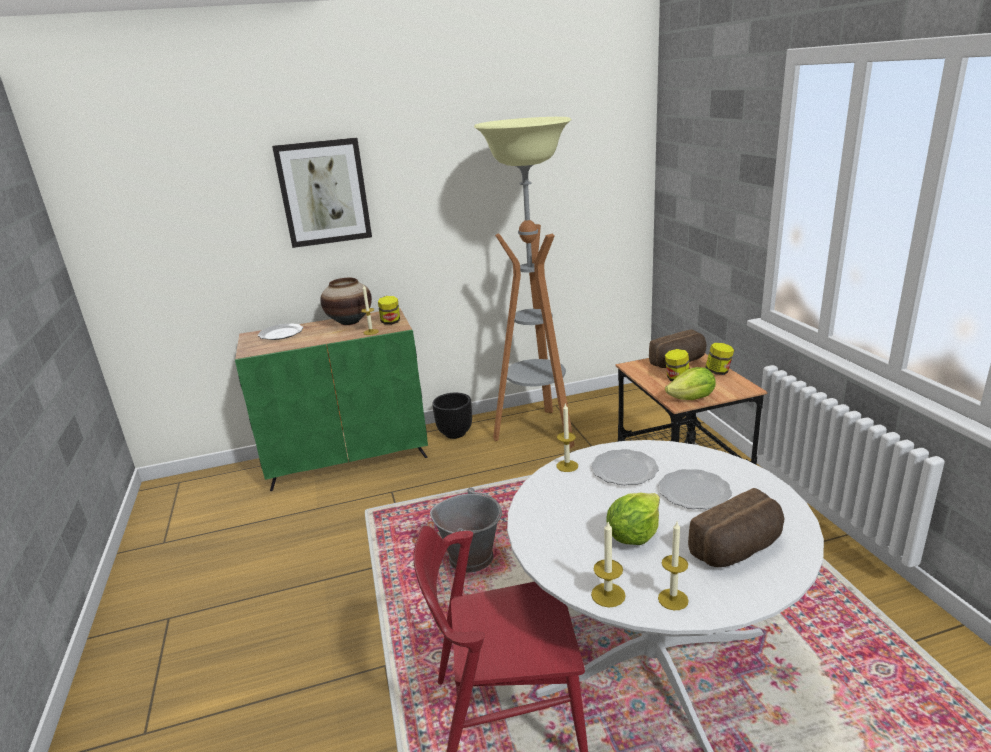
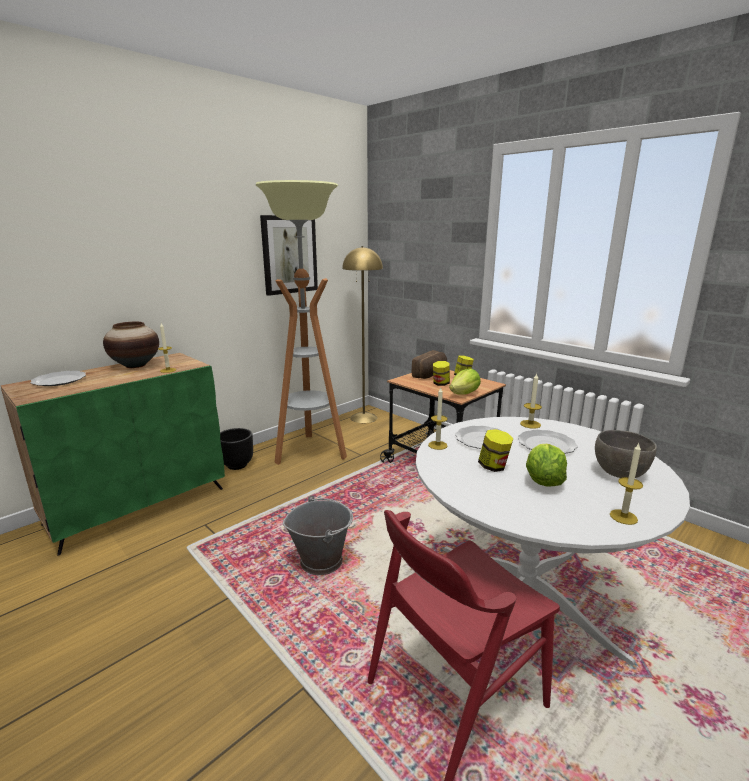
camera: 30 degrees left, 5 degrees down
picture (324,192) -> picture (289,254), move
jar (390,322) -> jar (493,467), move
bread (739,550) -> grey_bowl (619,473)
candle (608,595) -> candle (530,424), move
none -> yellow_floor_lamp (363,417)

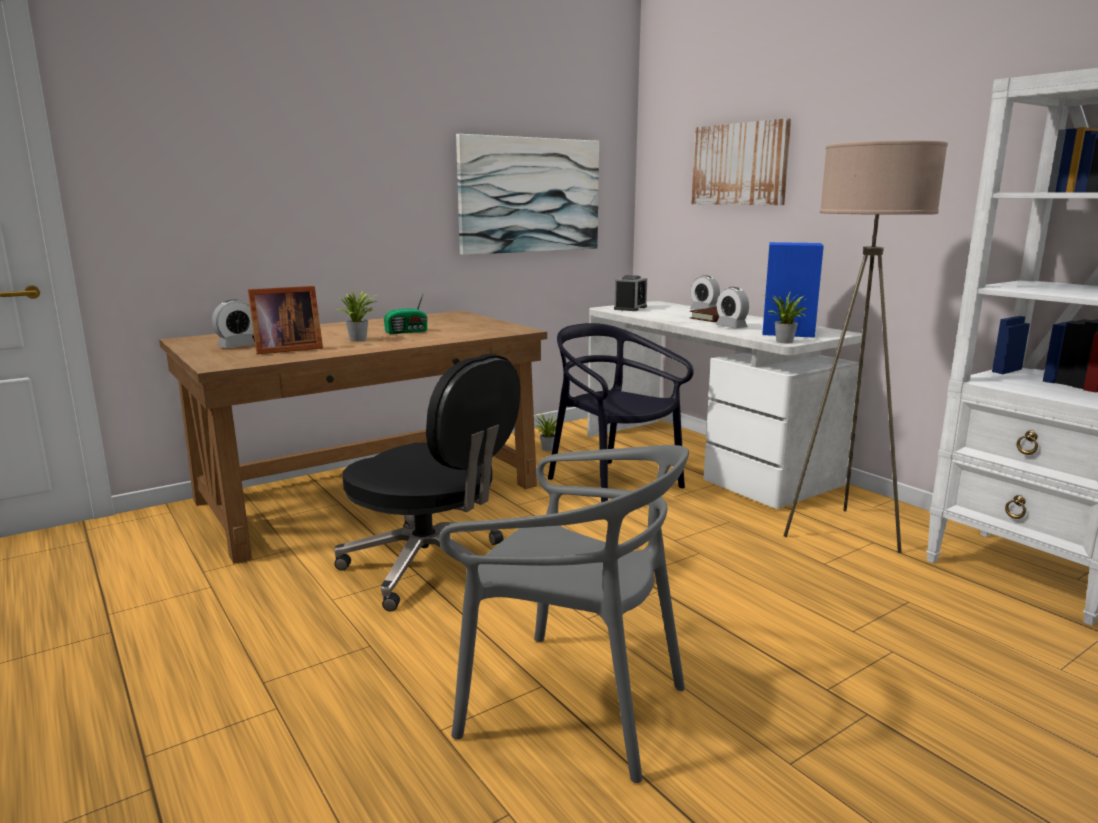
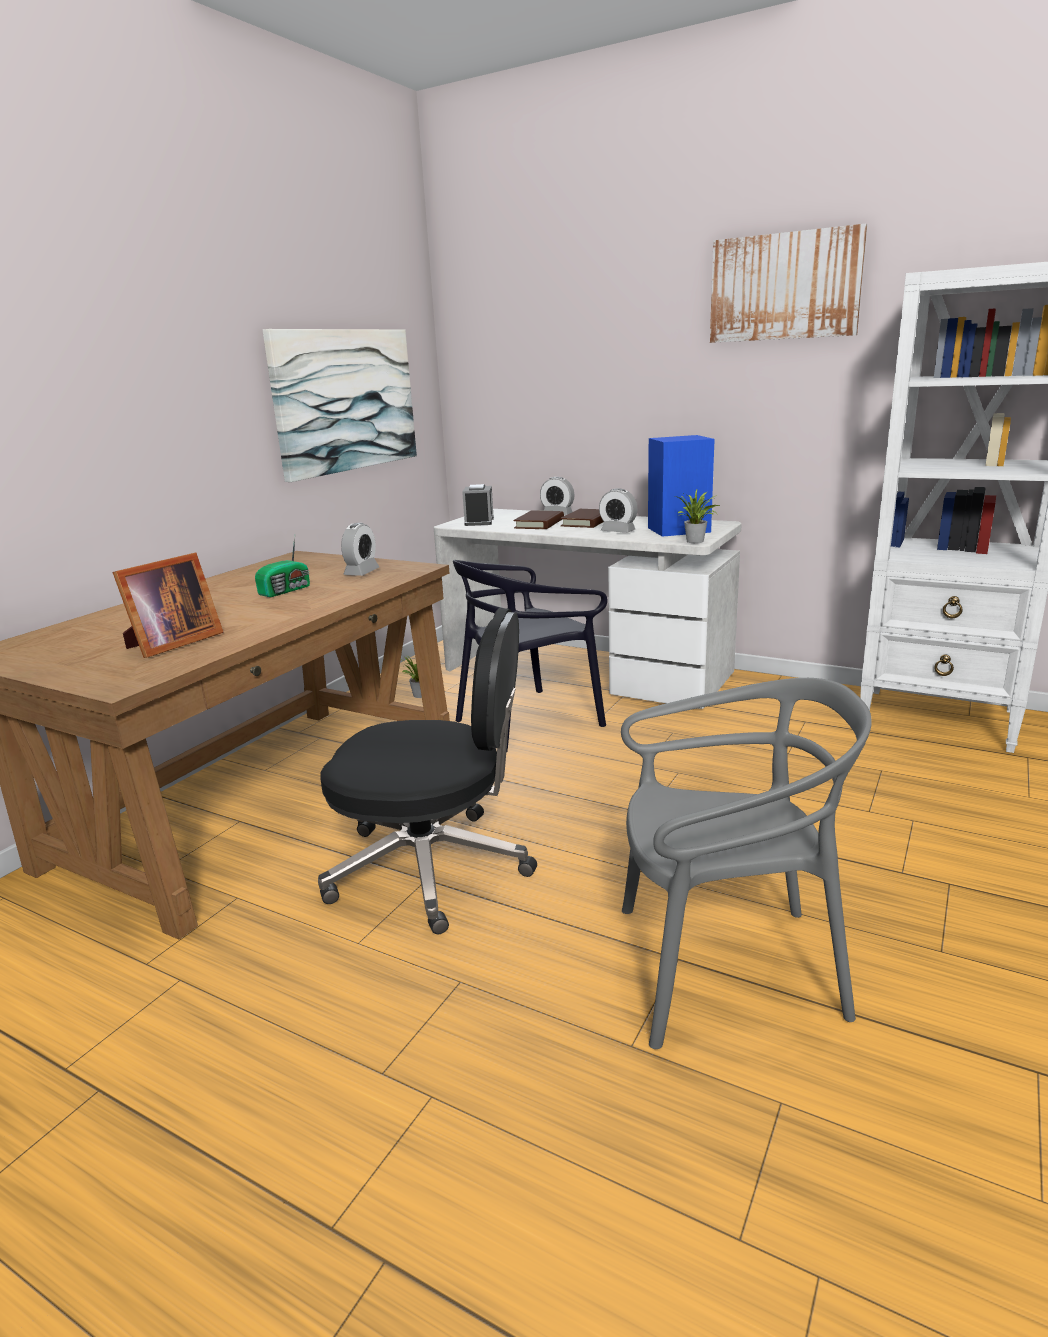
camera: 25 degrees left, 5 degrees up
picture (740,164) -> picture (784,287), move
beige_floor_lamp (841,532) -> none
potted_plant (360,339) -> none
alarm_clock (238,346) -> alarm_clock (361,572), move
black_chair (613,485) -> black_chair (528,721), 60 degrees counterclockwise
none -> brown_book (539,523)

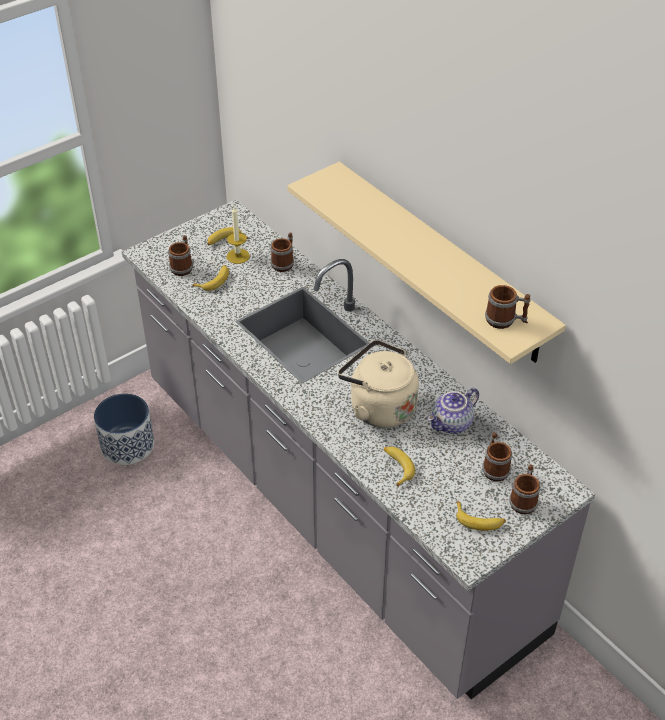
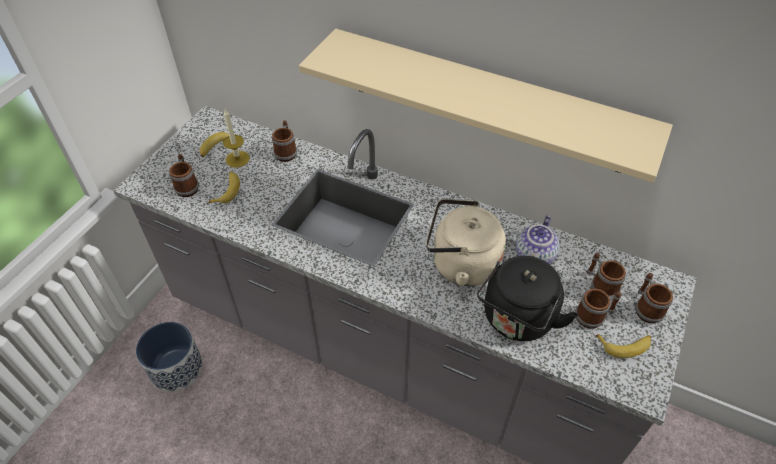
camera: 25 degrees left, 5 degrees up
mug (505,320) -> mug (594,316), move
banana (397,467) -> black_kettle (517,320)

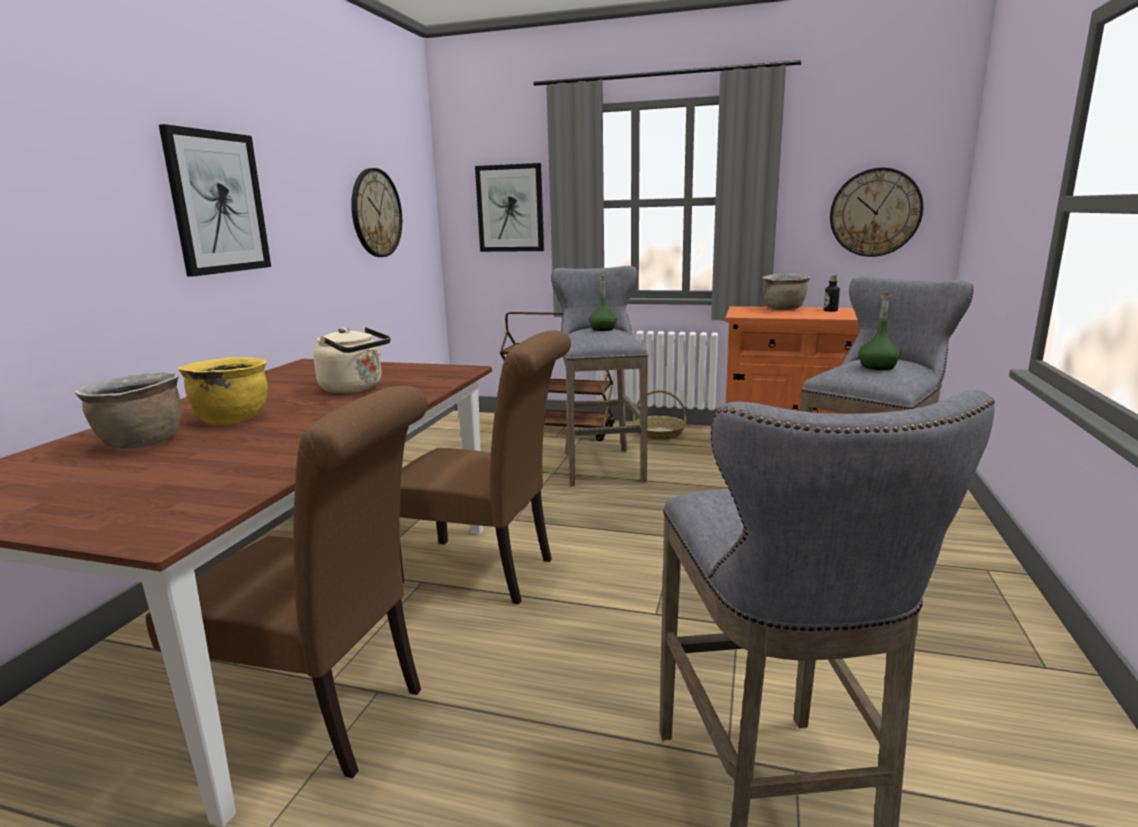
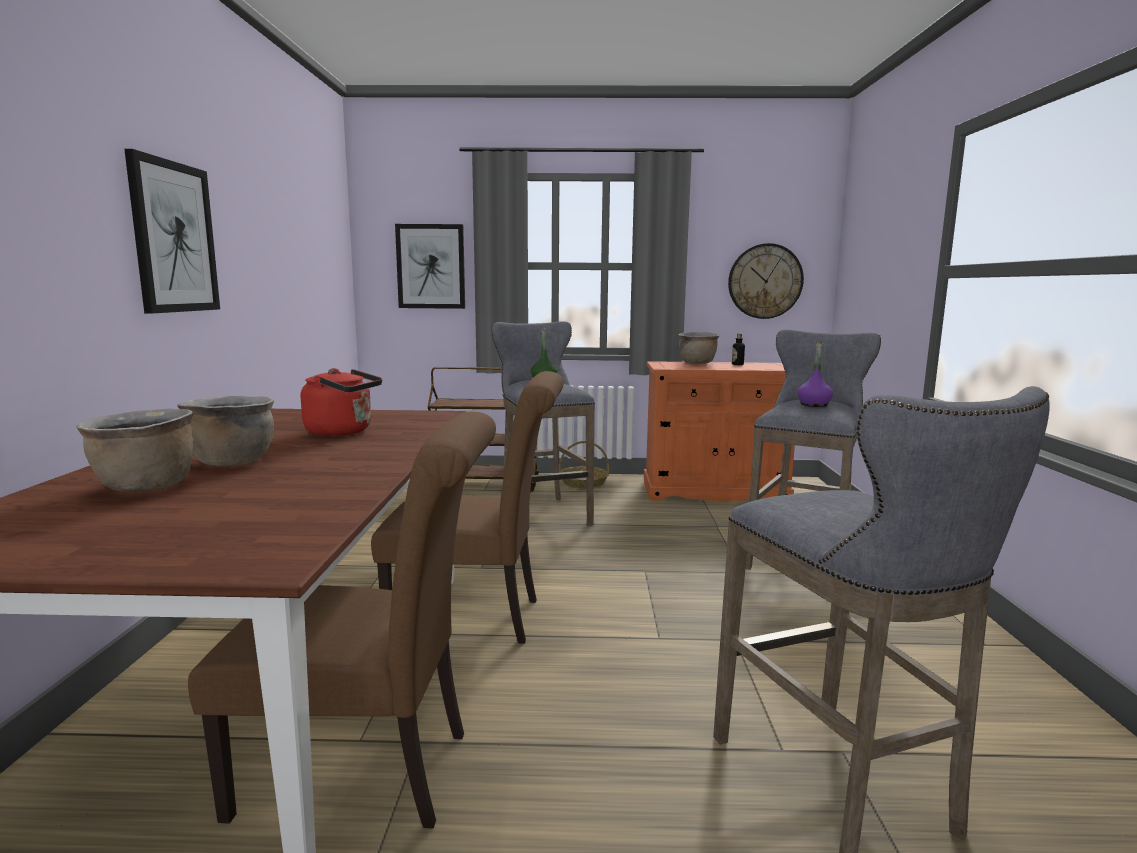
camera: 15 degrees left, 5 degrees down
wall_clock (376,213) -> none
green_bottle (877,367) -> purple_bottle (813,404)
beige_kettle (355,388) -> red_kettle (343,432)
yellow_cooking_pot (232,419) -> brown_cooking_pot (232,462)

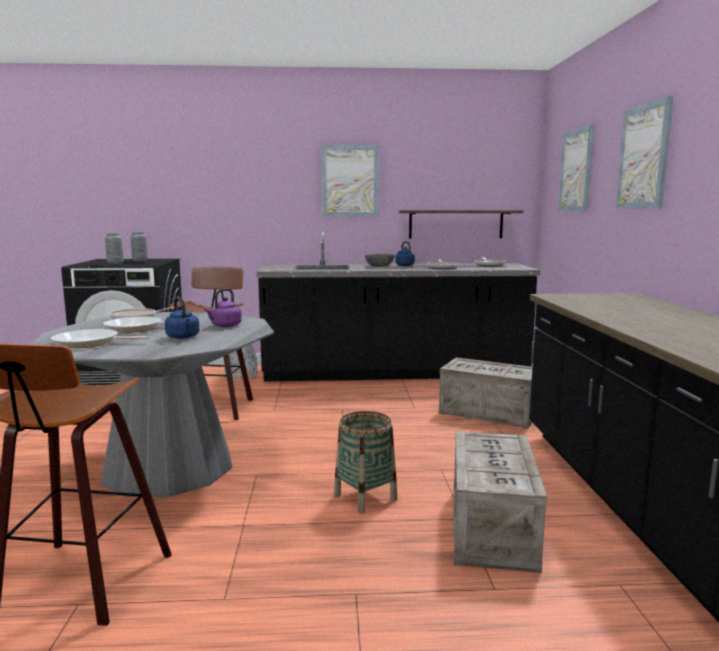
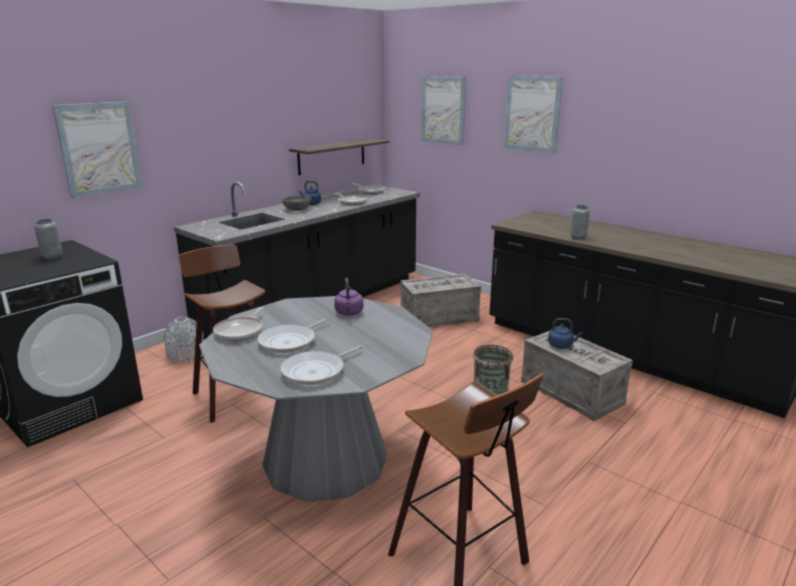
camera: 45 degrees left, 10 degrees up
picture (350,181) -> picture (99,148), move
grey_vase (115,264) -> grey_vase (578,237), move
blue_kettle (183,337) -> blue_kettle (561,345), move

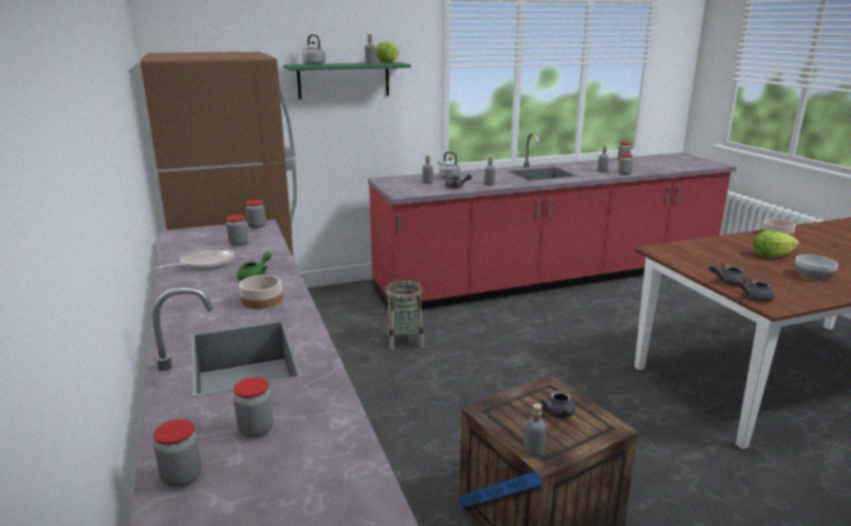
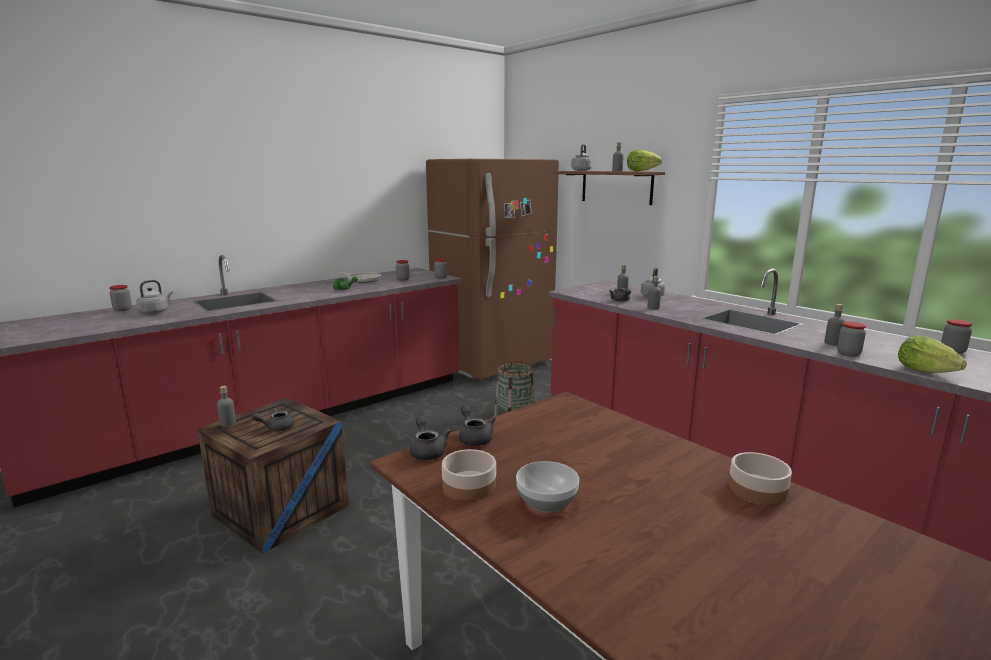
camera: 70 degrees right, 5 degrees down
green_shelf (344,80) -> brown_shelf (616,187)
lettuce (771,256) -> lettuce (925,371), move
bowl (262,300) -> bowl (469,485), move
jar (256,429) -> grey_kettle (155,312)

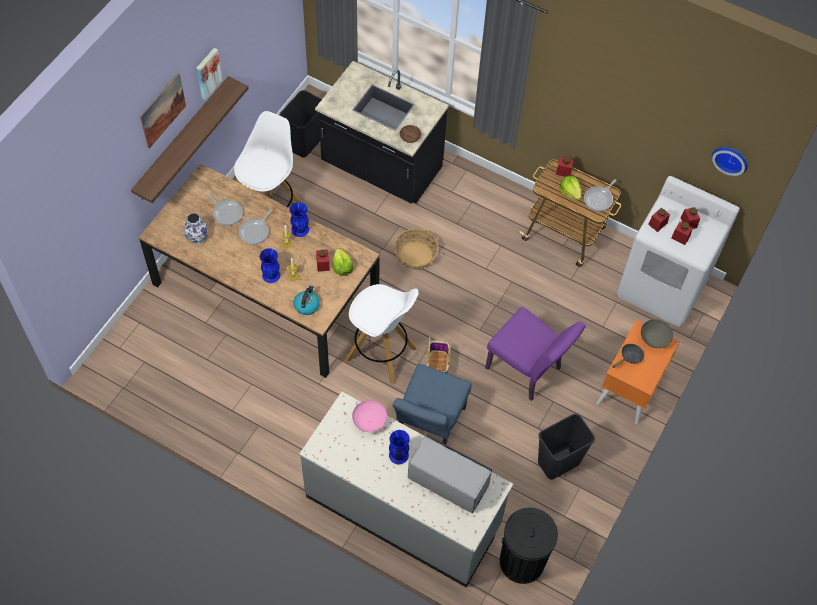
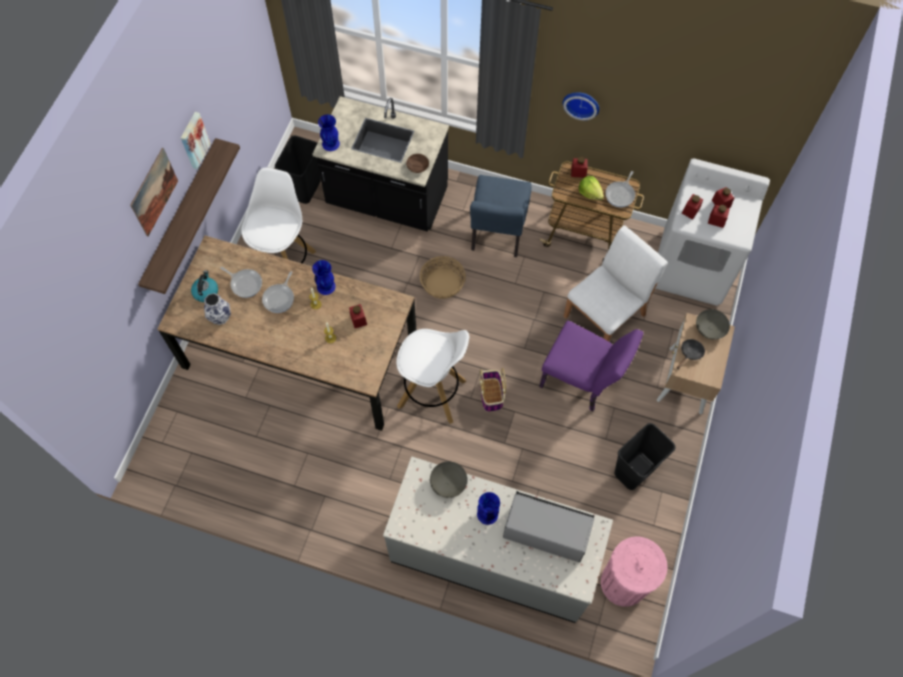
camera: 10 degrees left, 5 degrees up
wall_clock (731,158) -> wall_clock (581,103), move
blue_vase (271,275) -> blue_vase (331,143), move
lettuce (342,267) -> none
kettle (306,305) -> kettle (206,292), move
orange_nightstand (629,390) -> beige_nightstand (685,380)
blue_chair (428,428) -> blue_chair (497,235), move
pink_bowl (369,421) -> grey_bowl (448,483)
black_trash_can (522,561) -> pink_trash_can (623,583)
none -> white_chair (605,315)

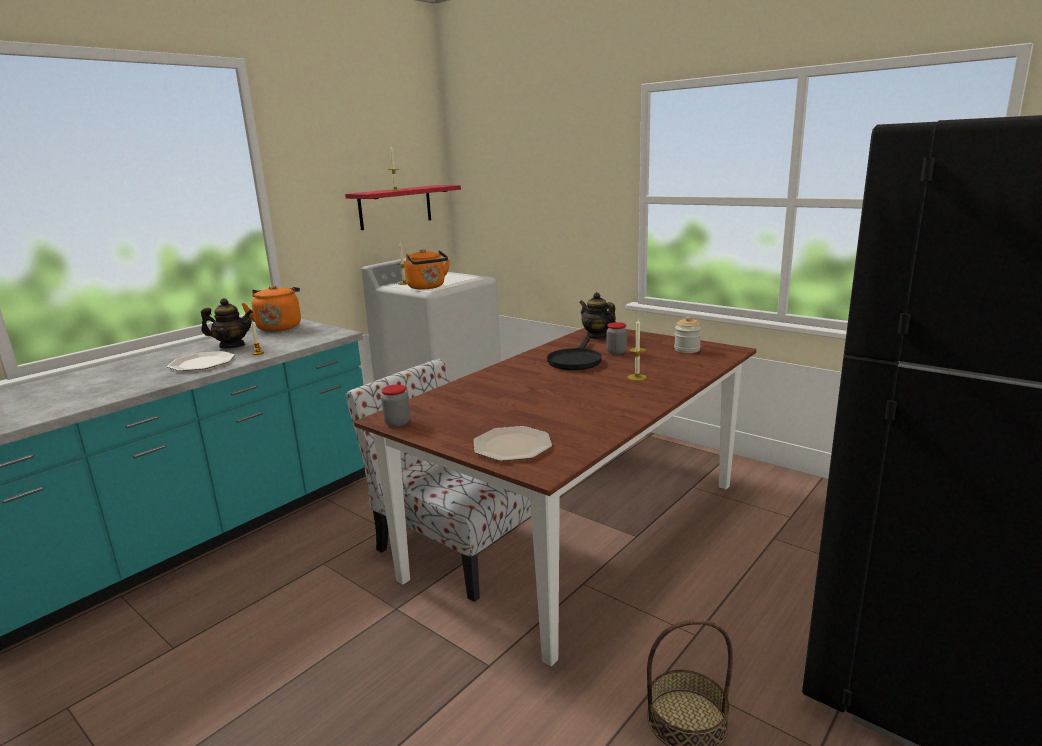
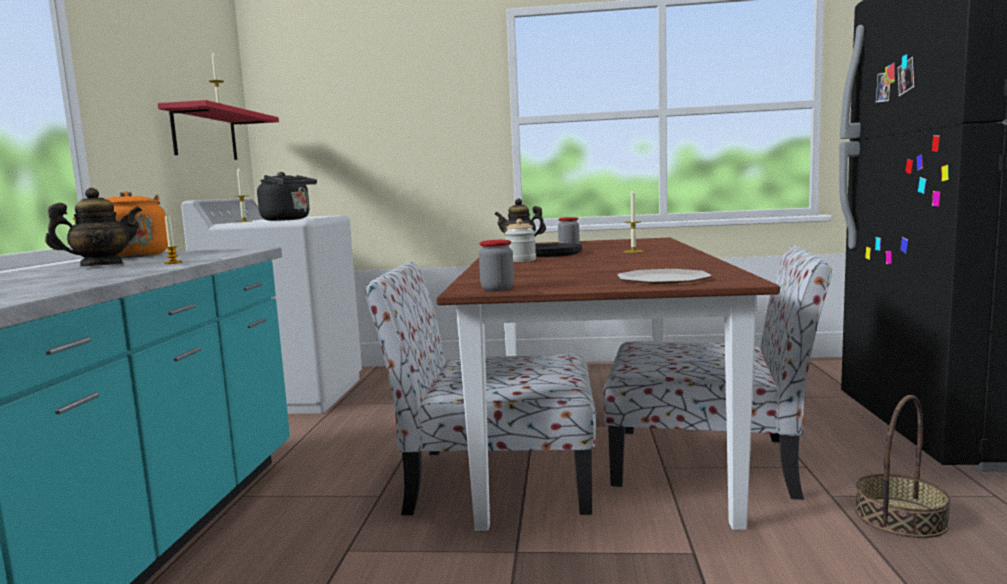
camera: 35 degrees left, 10 degrees down
orange_kettle (427,287) -> black_kettle (289,219)
jar (687,349) -> jar (520,260), move
plate (202,363) -> none
none -> chair (708,462)

